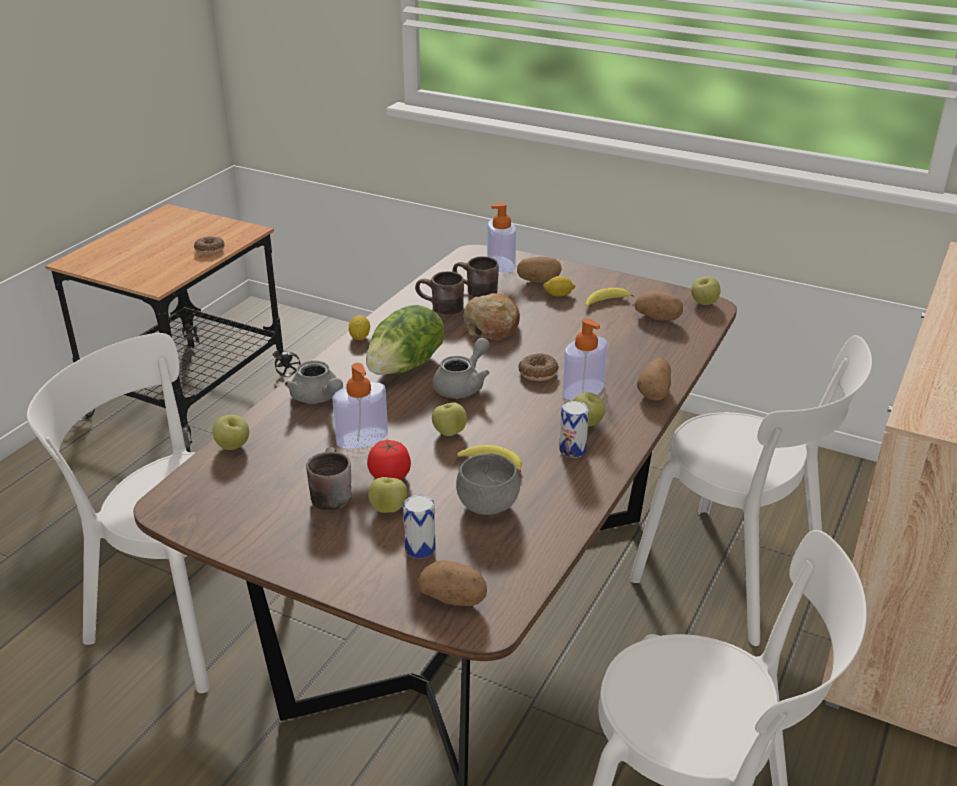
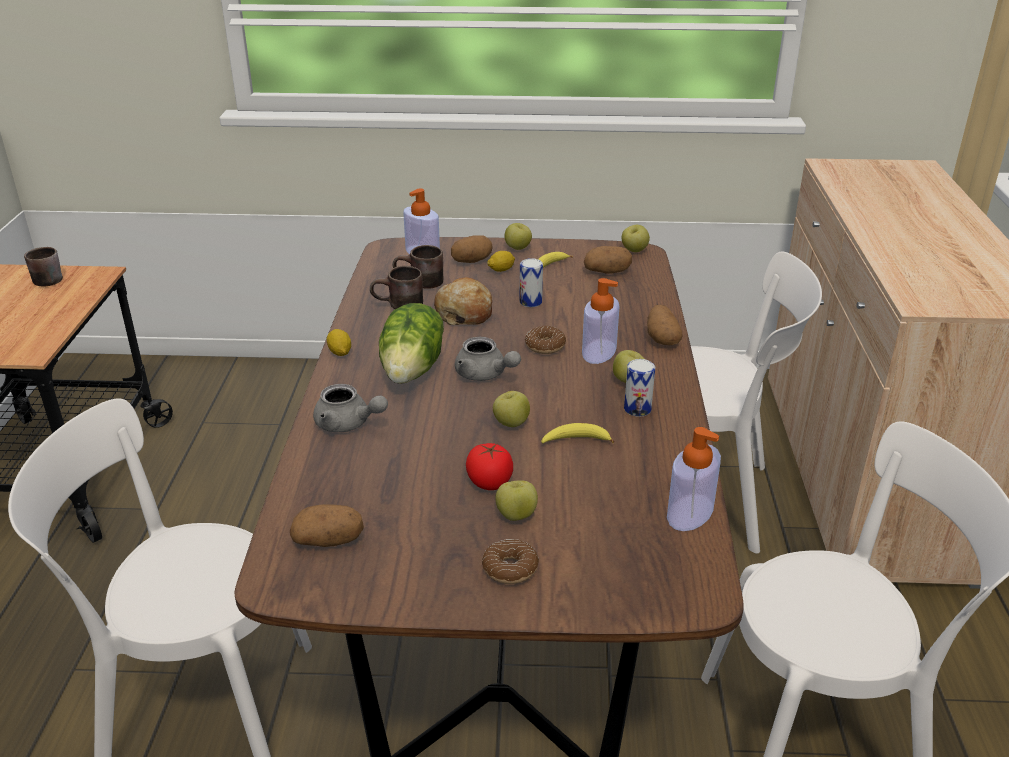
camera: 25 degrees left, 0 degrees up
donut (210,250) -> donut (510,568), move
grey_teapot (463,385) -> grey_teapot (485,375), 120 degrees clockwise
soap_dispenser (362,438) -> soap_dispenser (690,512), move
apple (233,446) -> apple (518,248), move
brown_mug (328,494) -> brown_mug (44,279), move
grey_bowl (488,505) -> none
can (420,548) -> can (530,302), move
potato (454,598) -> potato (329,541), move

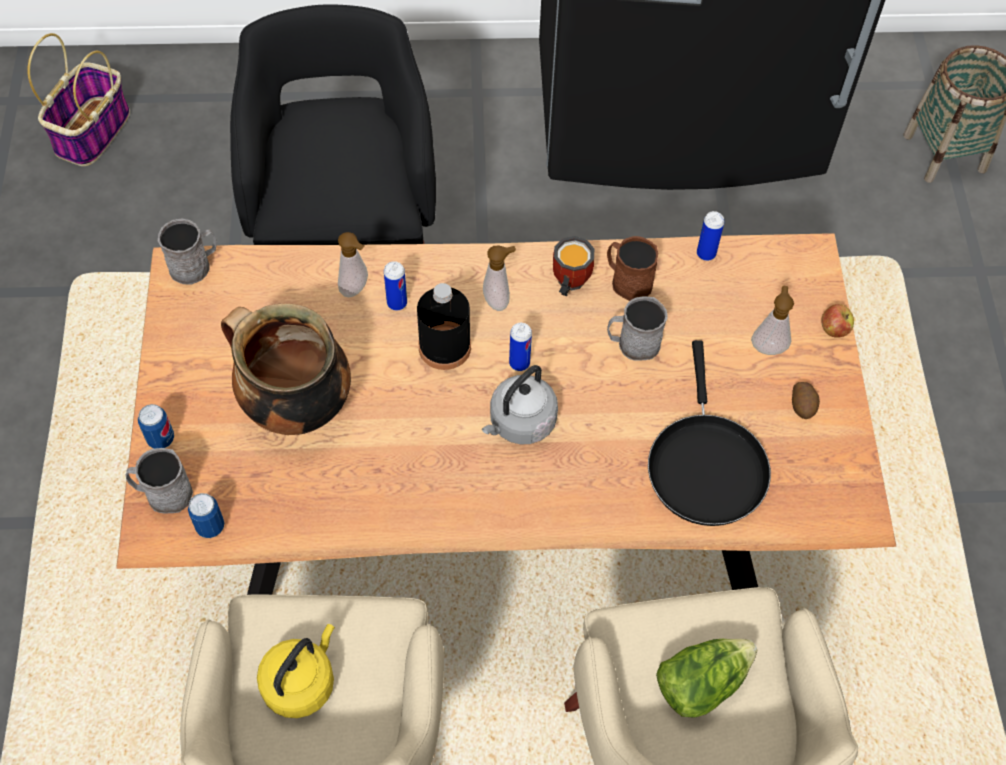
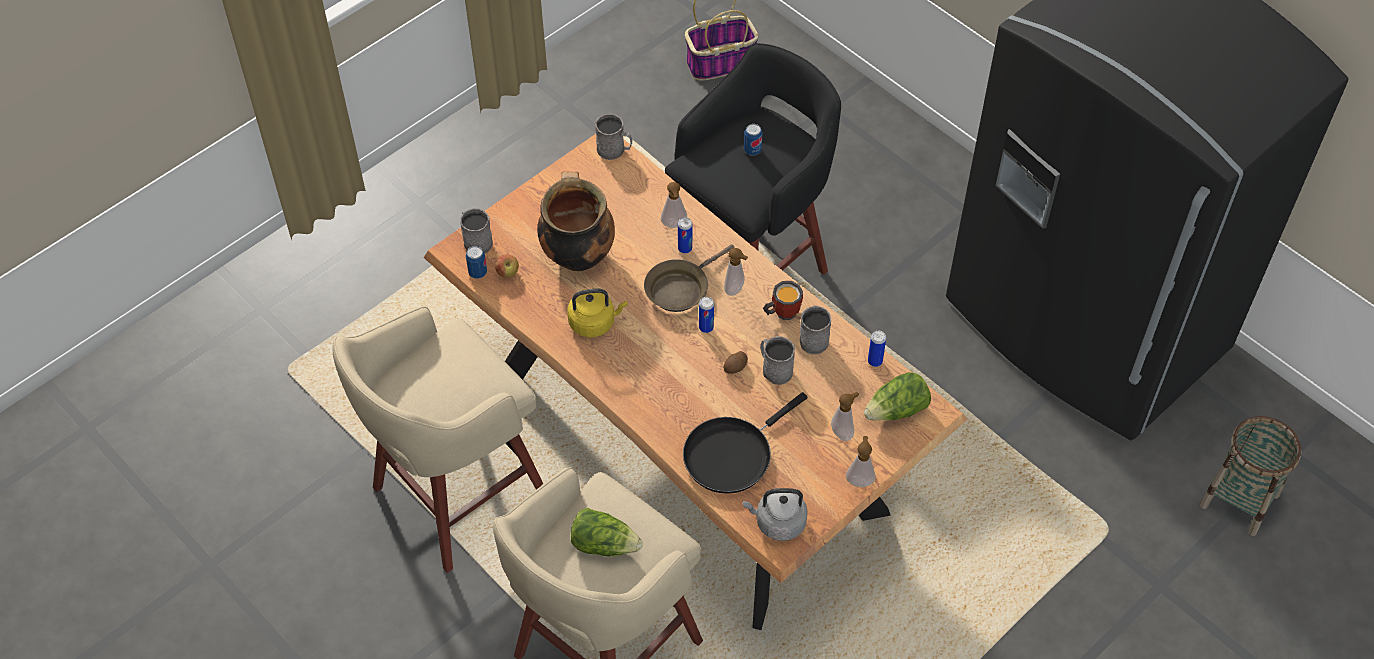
camera: 50 degrees right, 5 degrees down
brown_mug (627,281) -> grey_mug (813,338)
black_bottle (444,347) -> brown_frying_pan (680,288)
apple (834,329) -> apple (507,272), move
grey_kettle (520,423) -> grey_kettle (777,523), move
potato (803,406) -> potato (735,367), move
can (161,439) -> can (752,150), move
yellow_kettle (301,682) -> yellow_kettle (594,322), move
none -> lettuce (897,410)
none -> soap_dispenser (859,480)

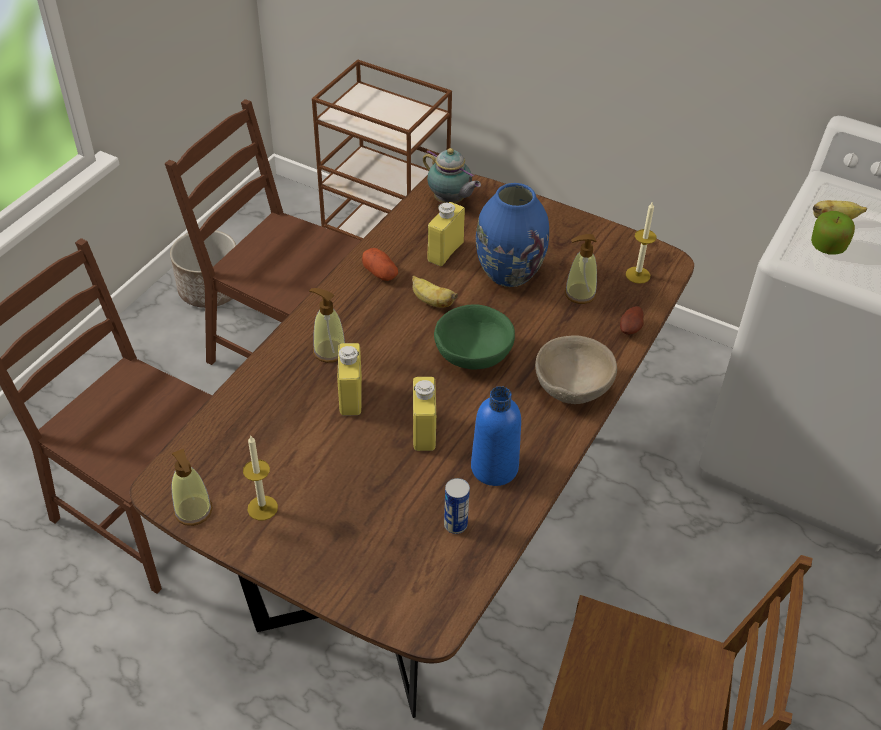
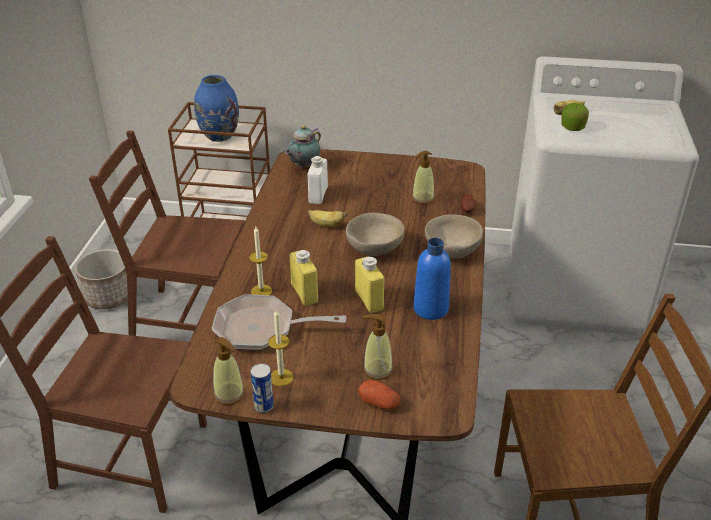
camera: 20 degrees left, 10 degrees down
teapot (450,201) -> teapot (303,167), 105 degrees clockwise
blue_vase (509,273) -> blue_vase (219,135), move
candle (638,275) -> candle (261,291), move
yellow_bottle (445,252) -> white_bottle (318,195)
potato (380,273) -> potato (379,403), move
soap_dispenser (329,351) -> soap_dispenser (377,369), move
green_bowl (473,355) -> beige_bowl (375,248)
can (455,525) -> can (264,406), move
none -> frying_pan (262,329)

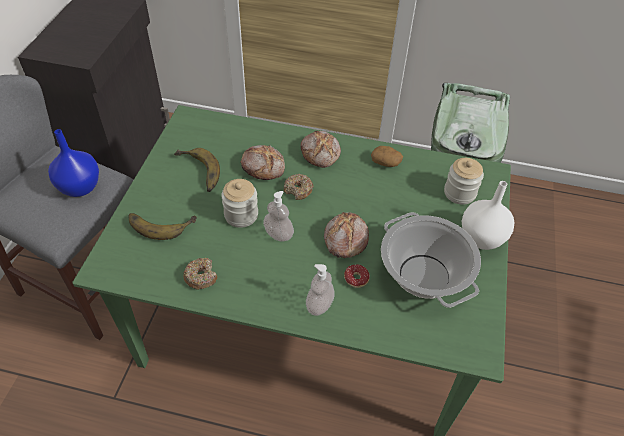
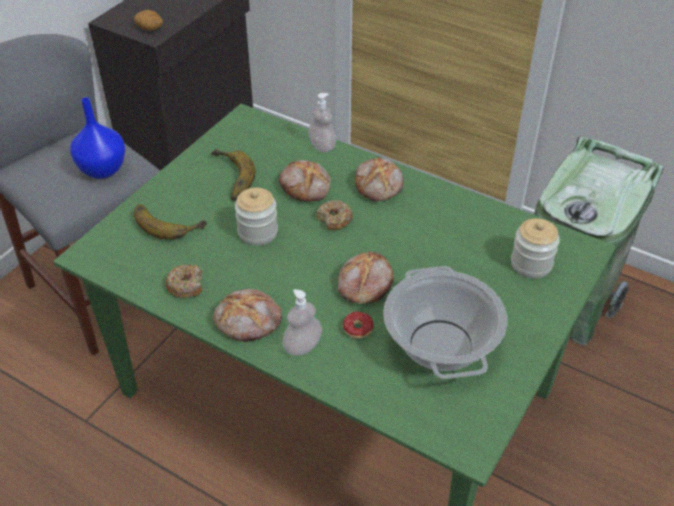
camera: 20 degrees right, 5 degrees down
potato (386,162) -> potato (150,28), move
white_vase (480,237) -> none
soap_dispenser (278,234) -> soap_dispenser (322,146), move
none -> bread (248,322)

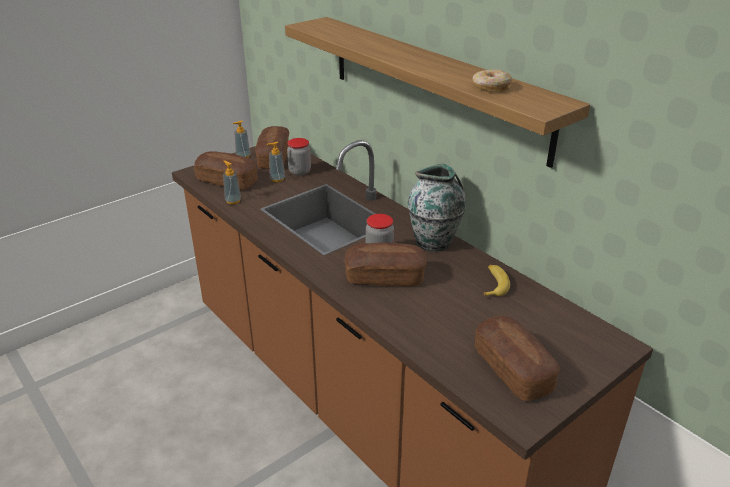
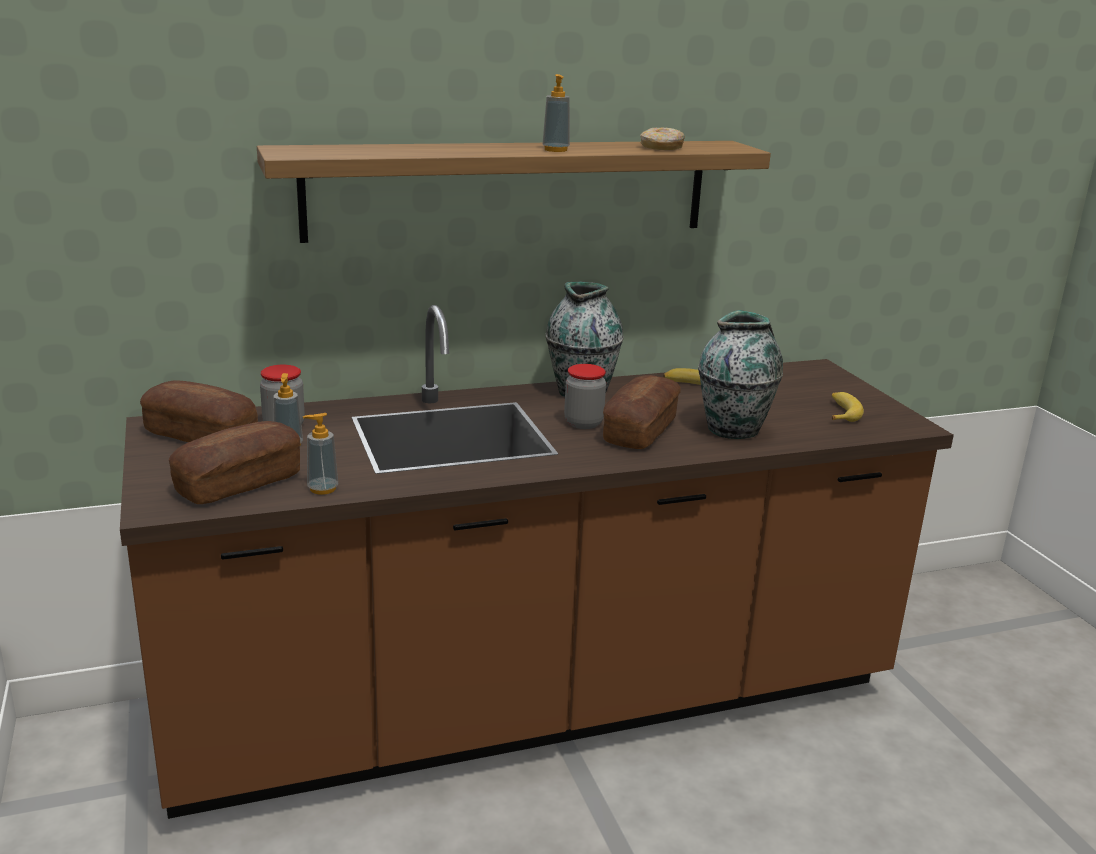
camera: 70 degrees left, 10 degrees down
soap_dispenser (243,156) -> soap_dispenser (555,150), move
bread (512,370) -> banana (841,413)
none -> vase (734,429)

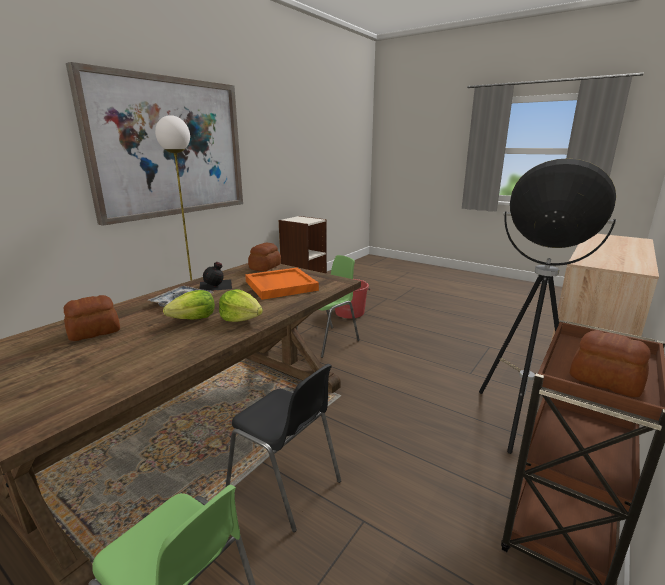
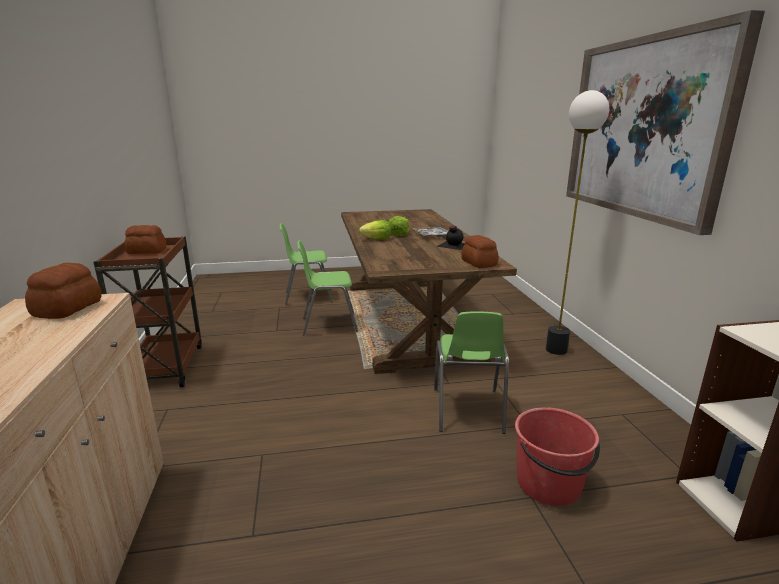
camera: 135 degrees right, 0 degrees up
floor_lamp (517,421) -> none
orange_tray (280,285) -> none
bread (93,332) -> bread (69,308), move
black_chair (285,485) -> green_chair (329,324)

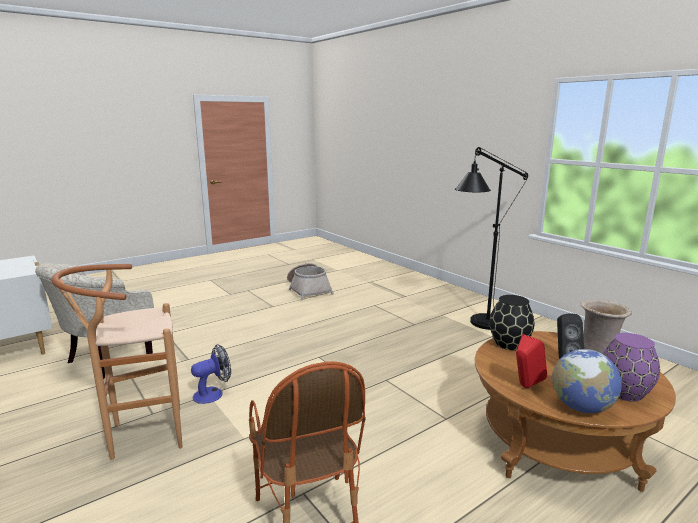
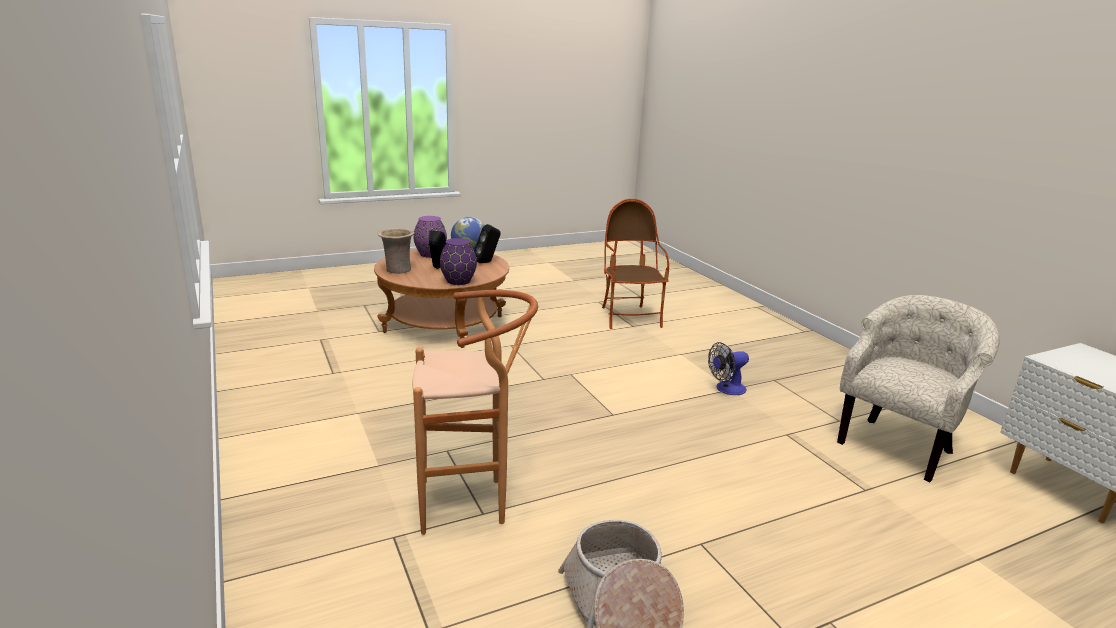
camera: 170 degrees left, 5 degrees up
black_floor_lamp (481,325) -> none
brown_stool (138,436) -> brown_stool (472,503), move
black_vase (509,344) -> purple_vase (459,281)
red_speaker (525,387) -> black_speaker (487,262)

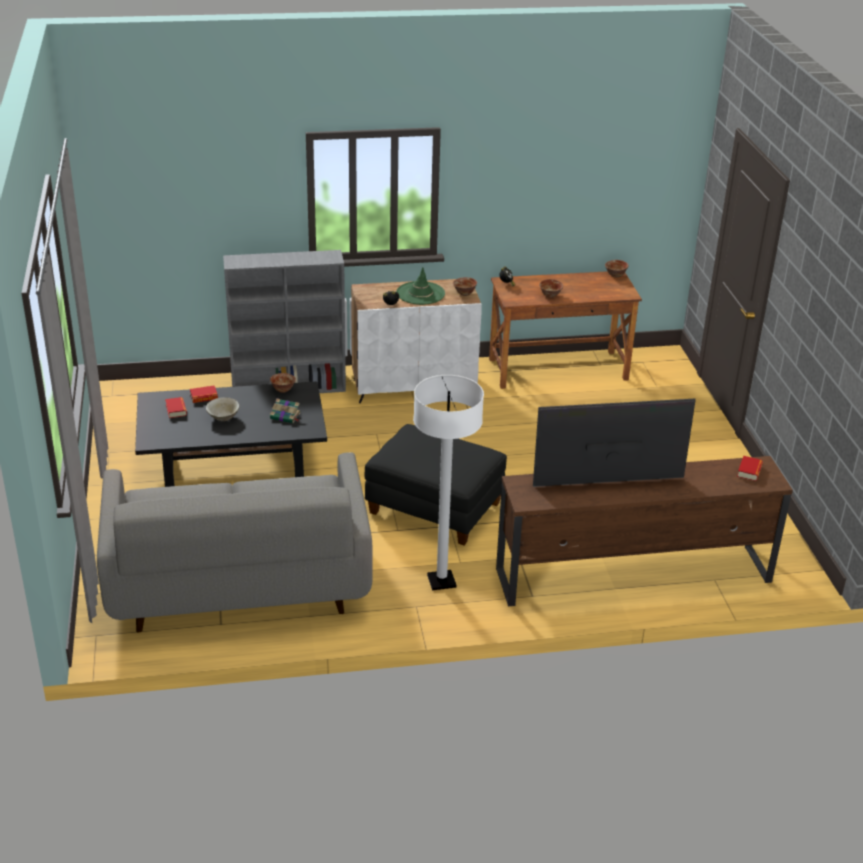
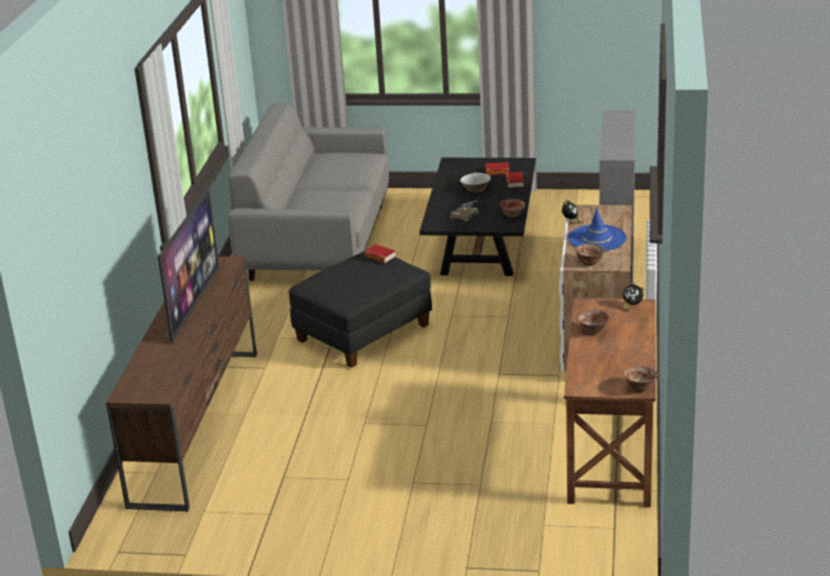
camera: 110 degrees right, 5 degrees down
green_hat (420,293) -> blue_hat (597,238)
white_floor_lamp (441,581) -> none
book (749,471) -> book (380,257), move

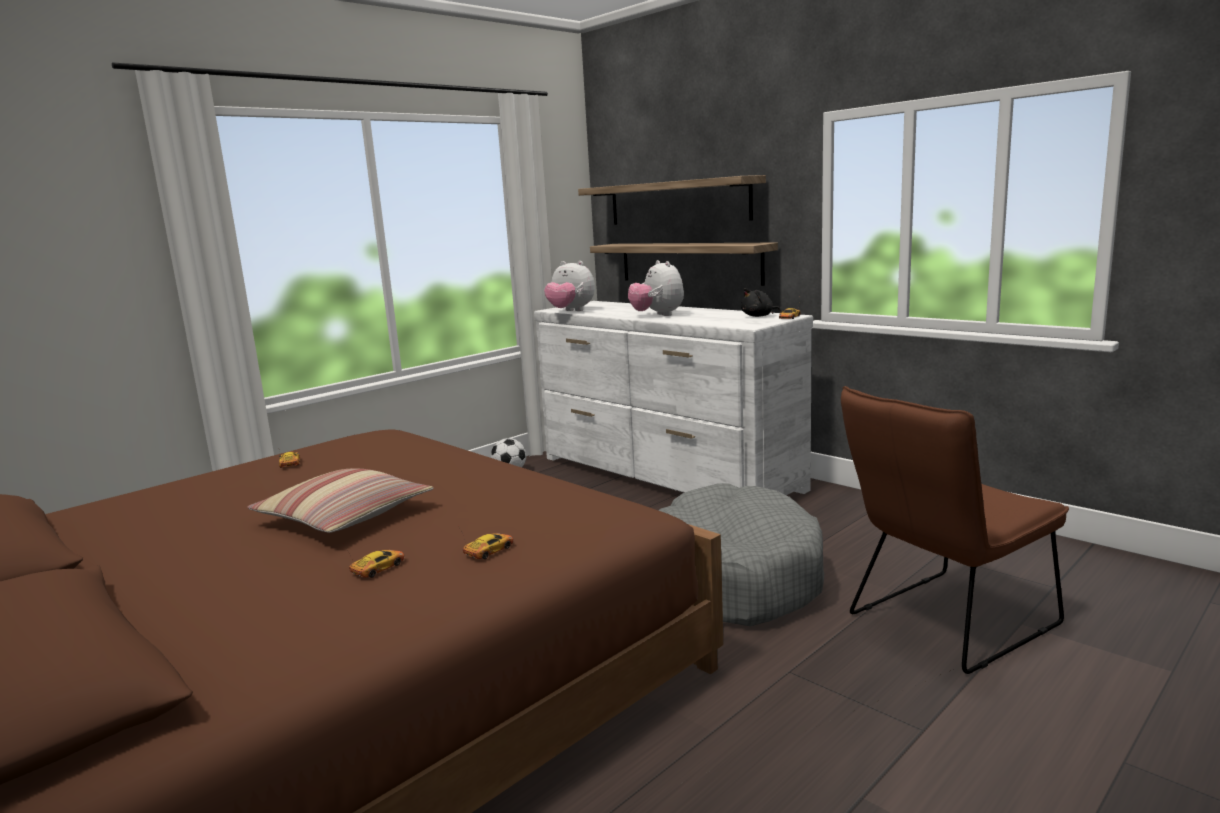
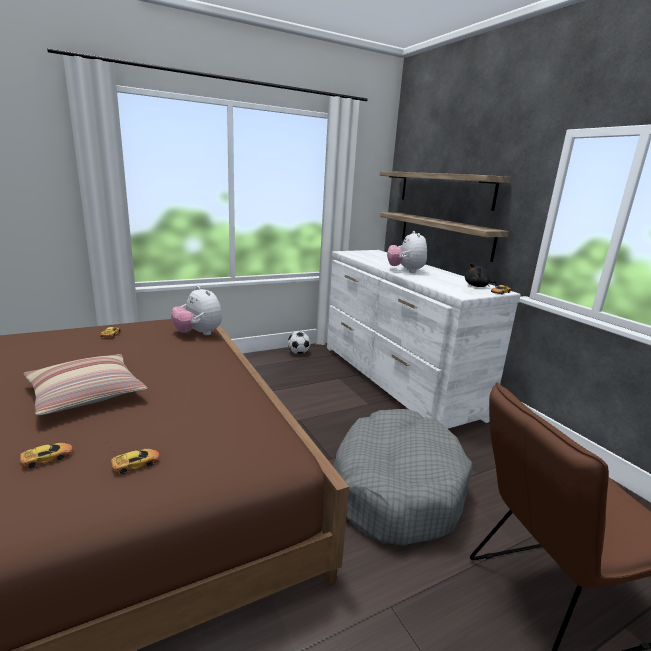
camera: 15 degrees right, 5 degrees up
plush_toy (570,311) -> plush_toy (198,334), move

